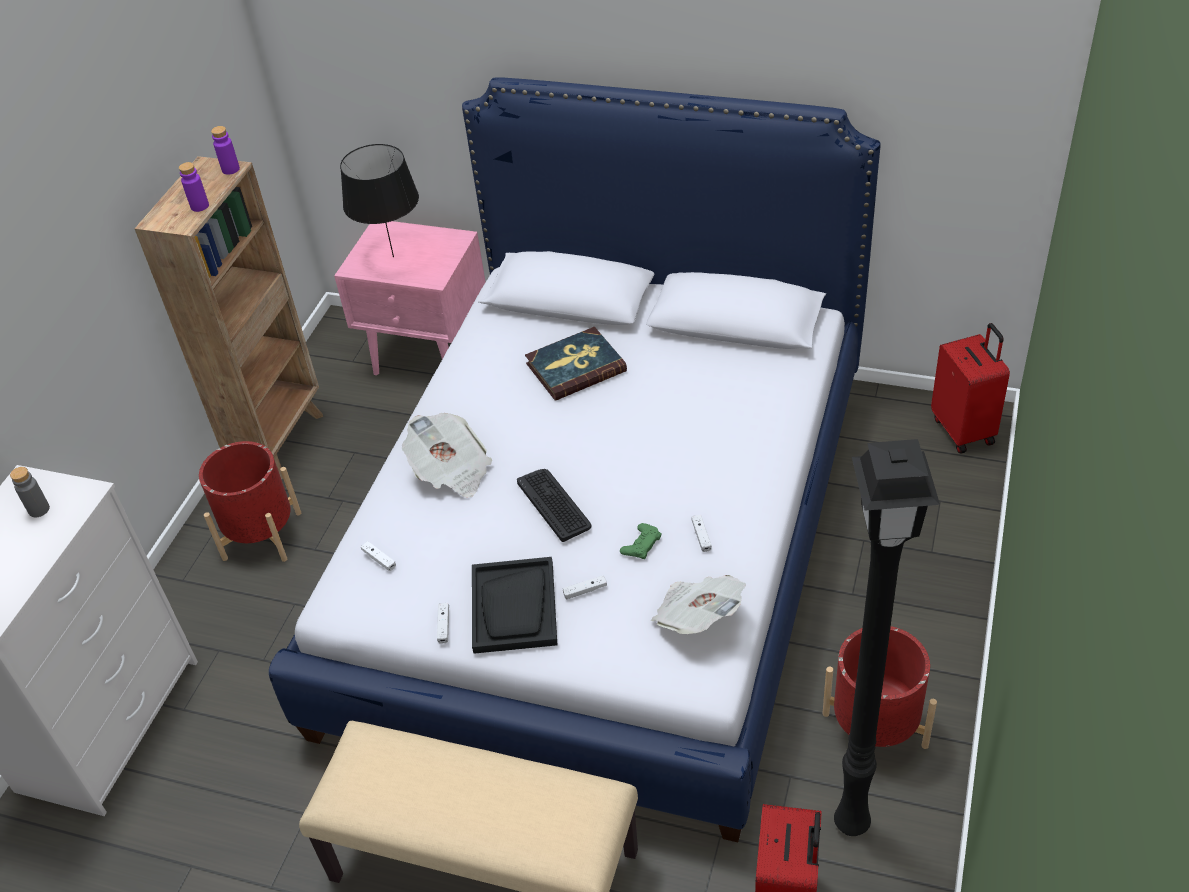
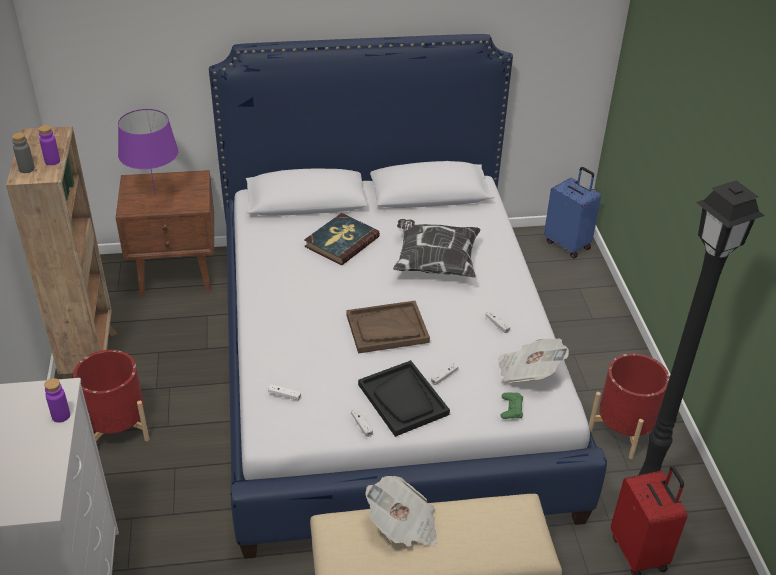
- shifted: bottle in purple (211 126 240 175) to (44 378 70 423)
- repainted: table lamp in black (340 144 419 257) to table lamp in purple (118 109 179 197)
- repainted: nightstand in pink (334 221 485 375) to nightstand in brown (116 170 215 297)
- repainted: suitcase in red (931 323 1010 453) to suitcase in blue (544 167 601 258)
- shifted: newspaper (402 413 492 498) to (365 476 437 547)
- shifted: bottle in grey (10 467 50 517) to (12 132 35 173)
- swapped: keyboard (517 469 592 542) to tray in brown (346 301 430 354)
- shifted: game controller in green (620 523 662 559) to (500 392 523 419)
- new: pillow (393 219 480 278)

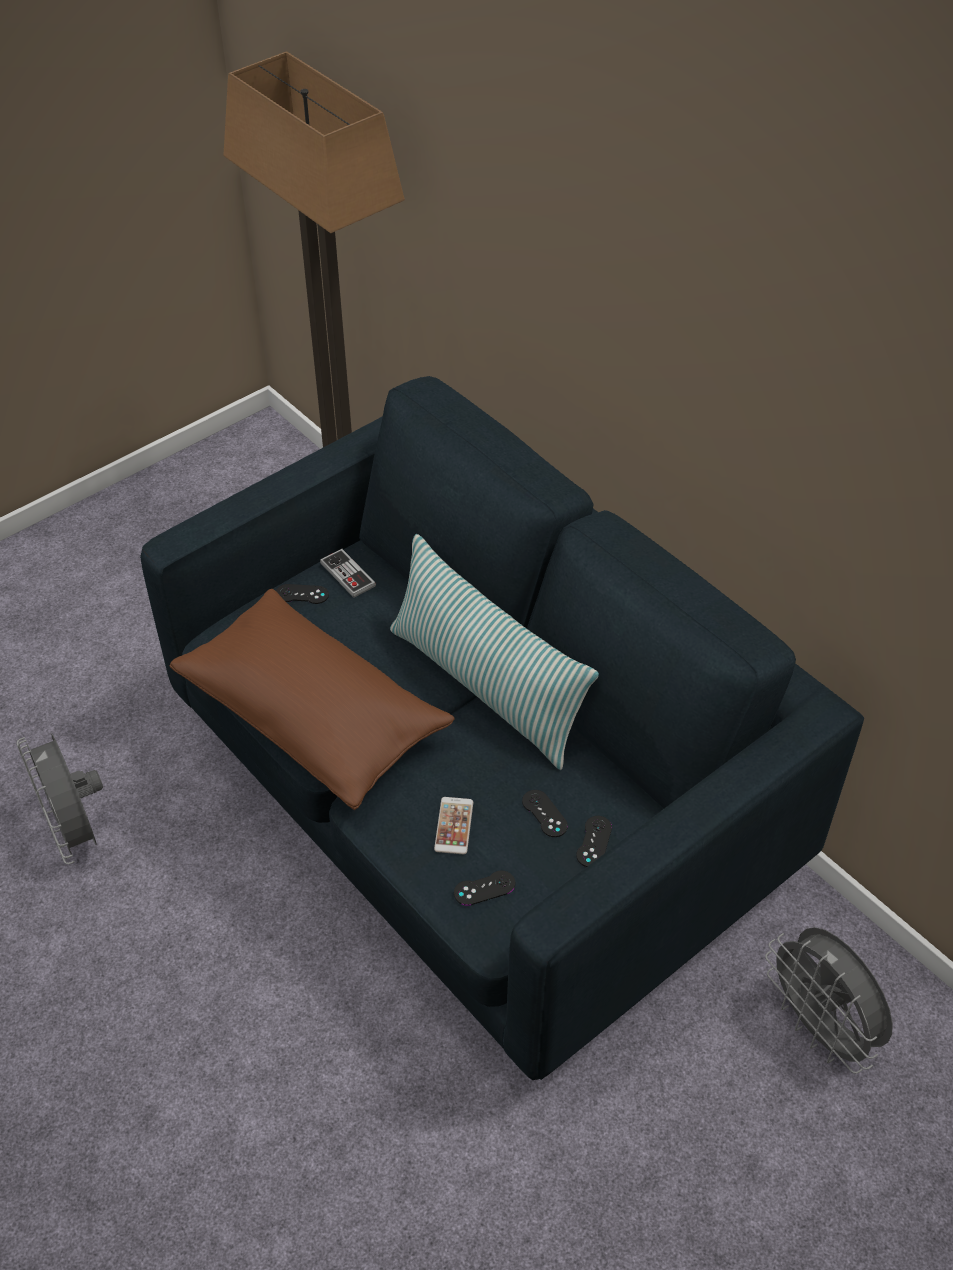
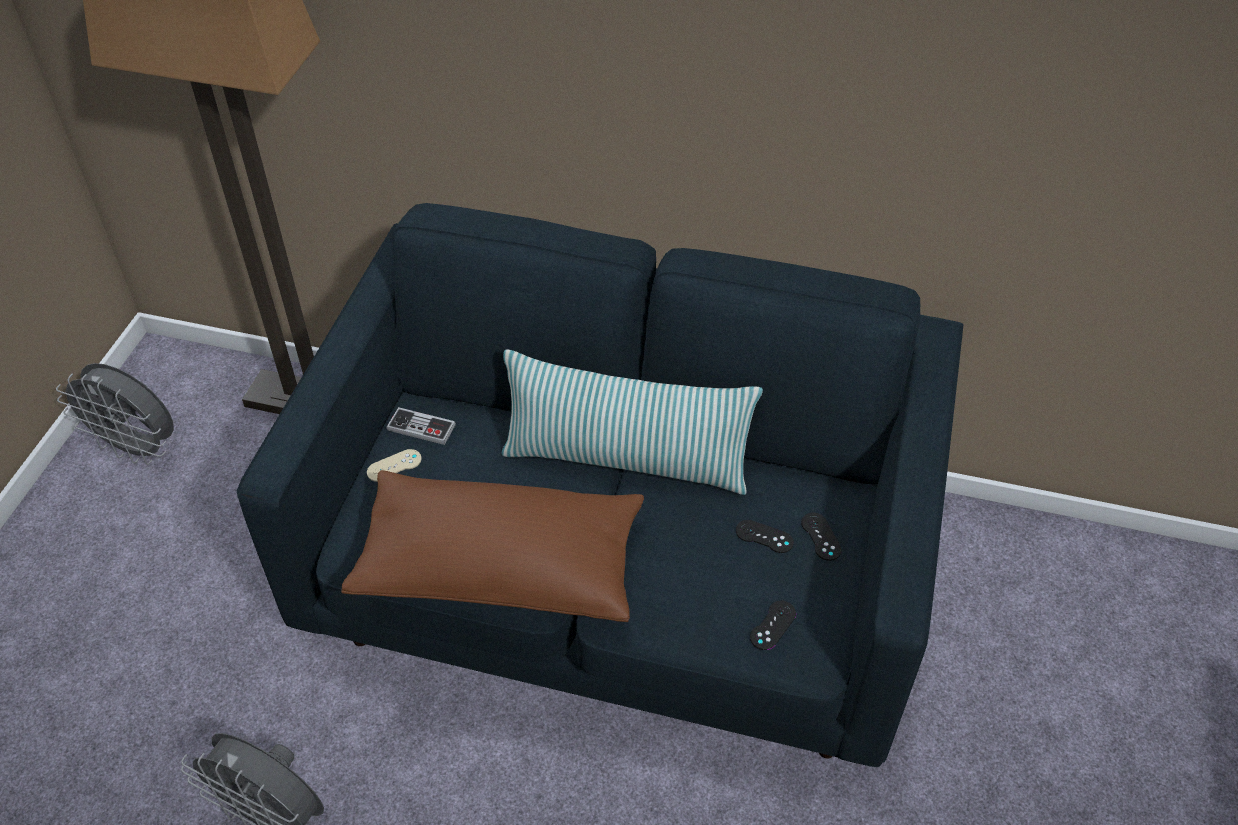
- repainted: game controller in black (276 584 329 604) to game controller in beige (367 449 421 482)
- gone: phone (434 797 473 854)
- shifted: fan in grey (765 927 893 1074) to (56 363 174 465)

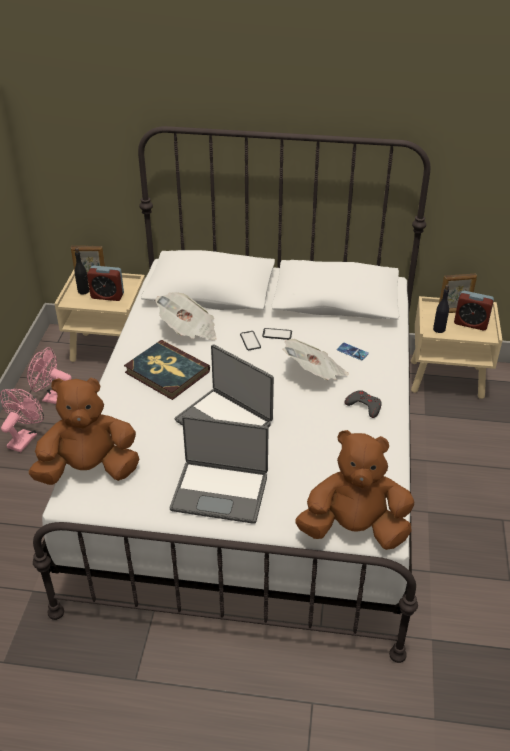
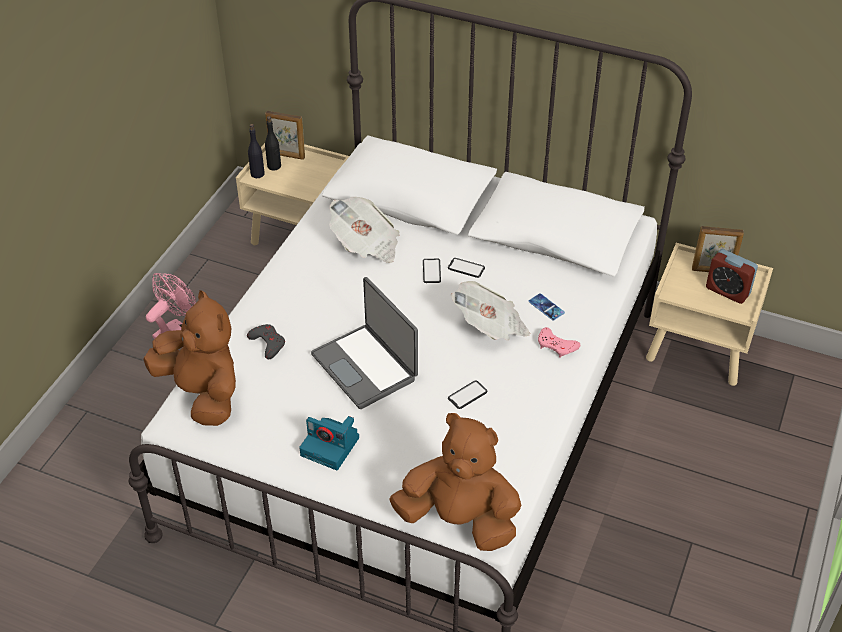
- gone: alarm clock (87 265 124 301)
- shifted: bottle in black (433 285 449 333) to (248 124 265 178)
- gone: book (124 340 210 400)
- gone: fan in pink (27 347 72 404)
- rotated: plush toy in brown (29 378 139 485) = (143 290 236 426) 45 degrees clockwise
- shifted: game controller in grey (344 390 382 418) to (247 324 285 359)
- swapped: laptop (170 415 269 524) to photo camera (299 416 359 470)
- new: game controller in pink (538 327 580 358)
- new: phone (448 381 487 409)

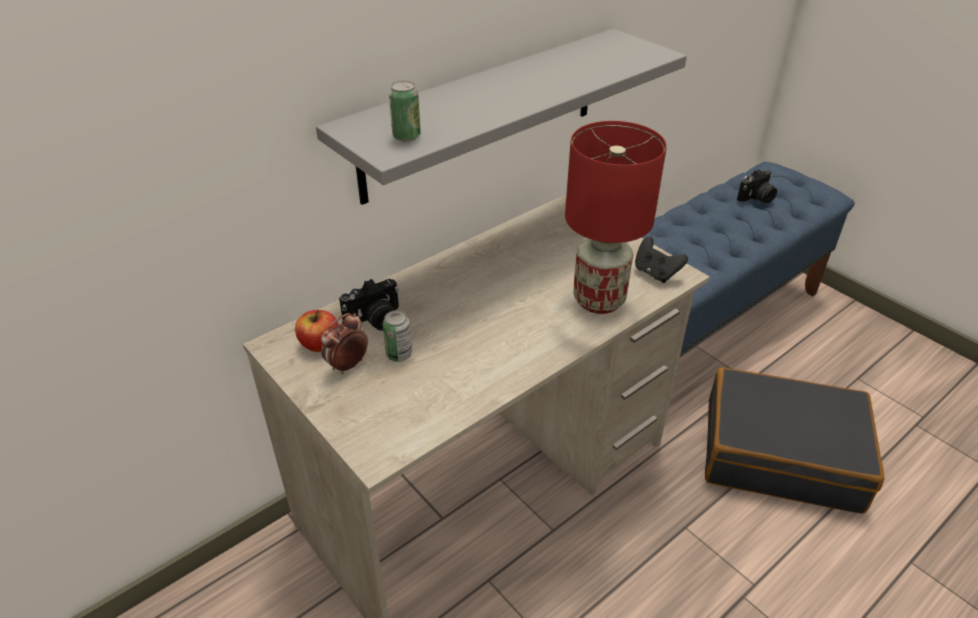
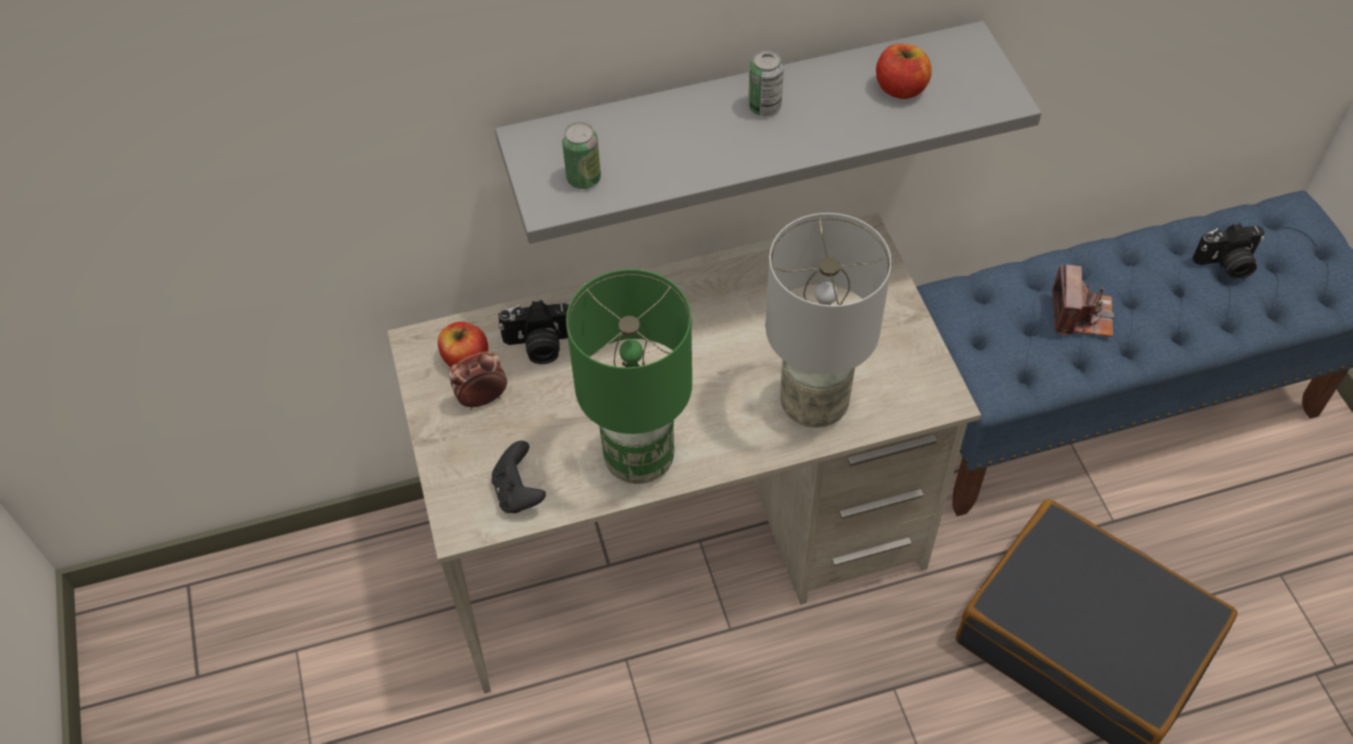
- repainted: table lamp in red (565 121 667 314) to table lamp in grey (765 213 892 428)
- shifted: game controller in black (635 237 688 283) to (492 441 546 513)
- shifted: can (383 310 412 362) to (748 50 784 116)
- new: apple (876 44 932 99)
- new: photo camera (1052 265 1114 337)
- new: table lamp in green (566 269 692 484)

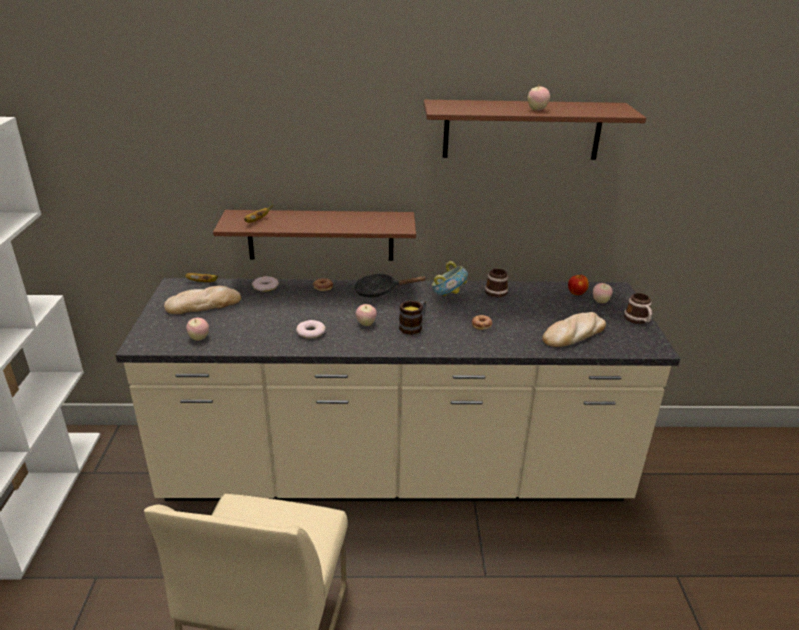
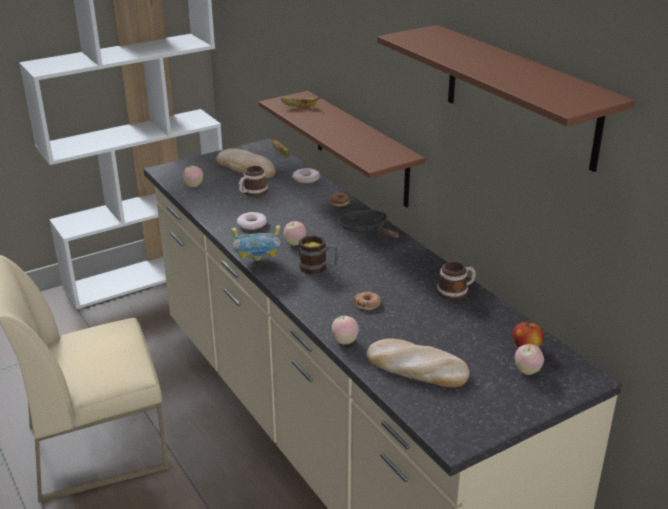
- shifted: apple (528 86 550 110) to (332 316 359 345)
- shifted: bowl (432 261 468 296) to (231 225 281 261)
- shifted: mug (624 293 652 324) to (239 166 268 197)

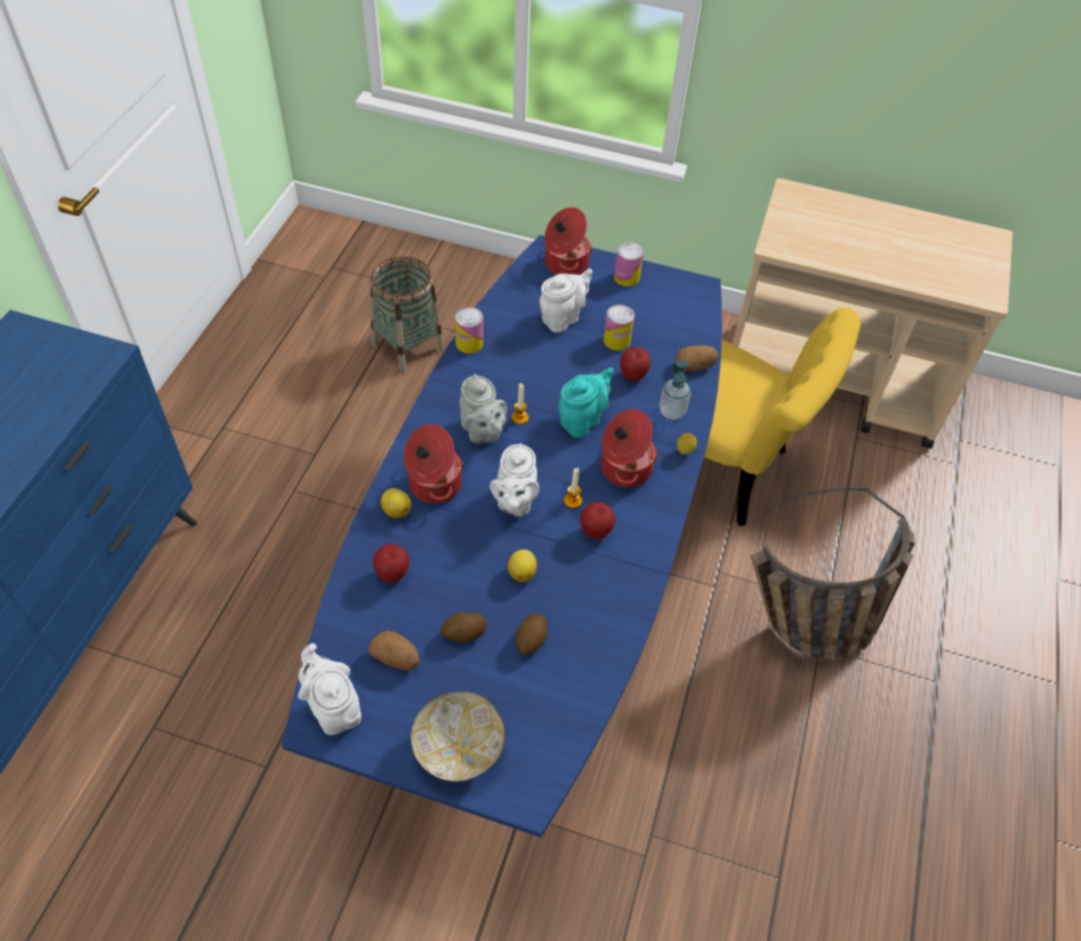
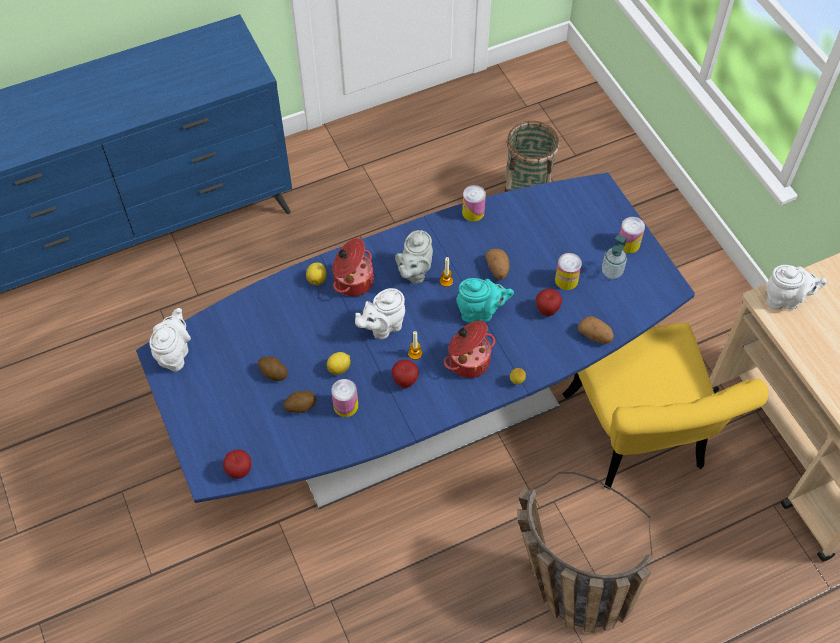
- gone: cooking pot (545 207 592 275)
- shifted: teapot in white (539 269 593 333) to (766 265 827 310)
- shifted: soap dispenser (659 360 691 419) to (602 234 627 279)
- shifted: apple (373 544 409 583) to (223 450 251 479)
- shifted: potato (368 631 420 670) to (485 249 510 279)
- gone: bowl (411 691 505 782)
- new: can (331 379 358 417)

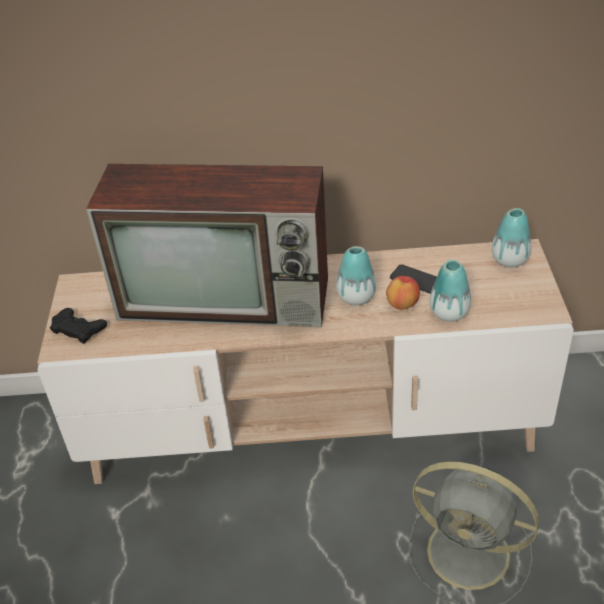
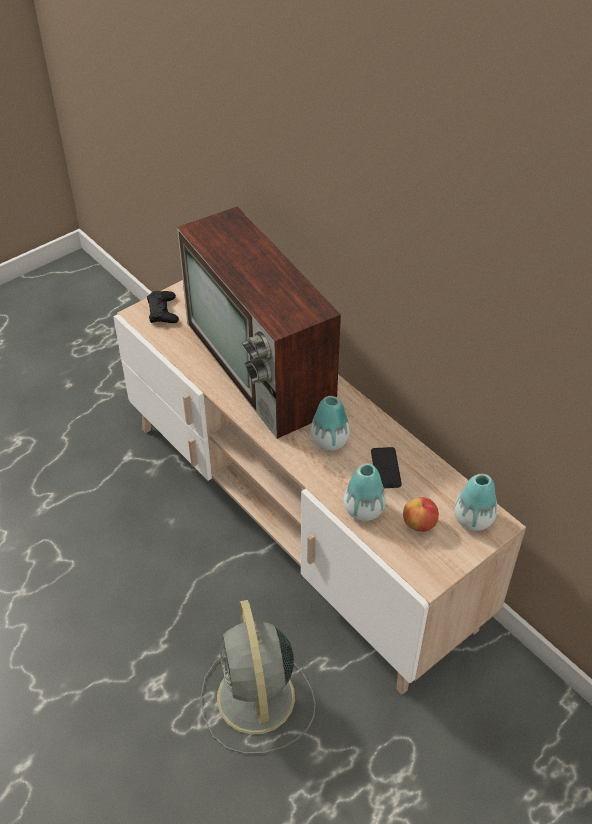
- shifted: apple (386 276 420 310) to (403 497 439 532)

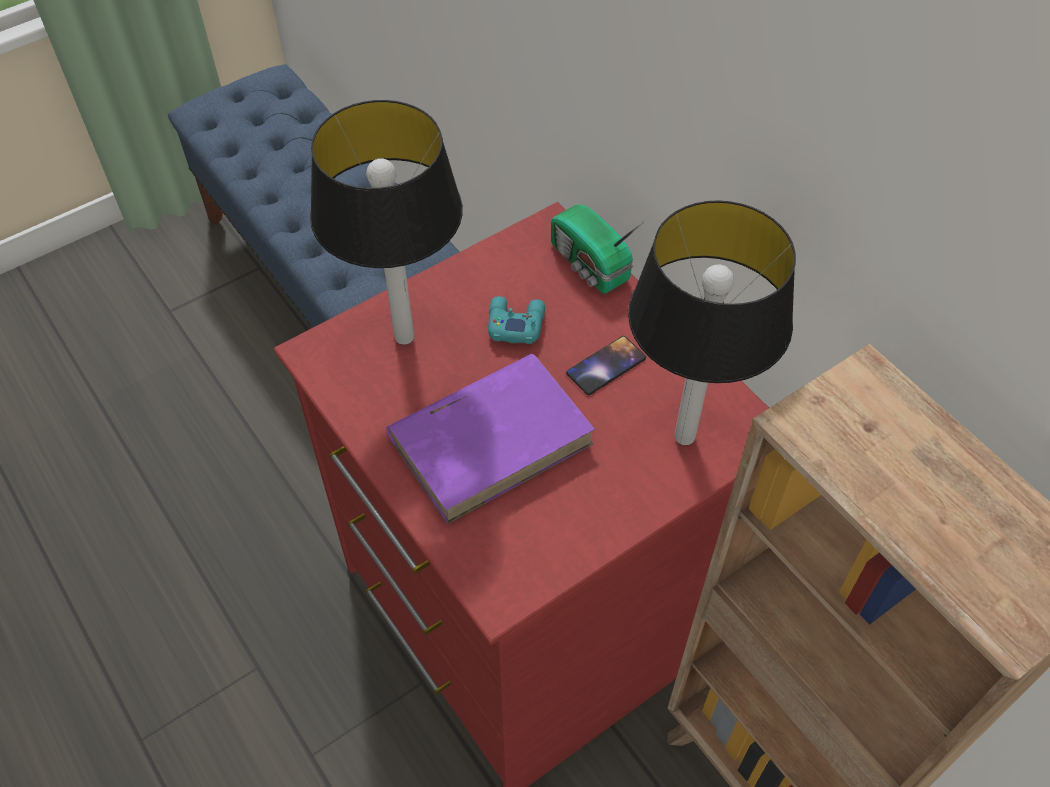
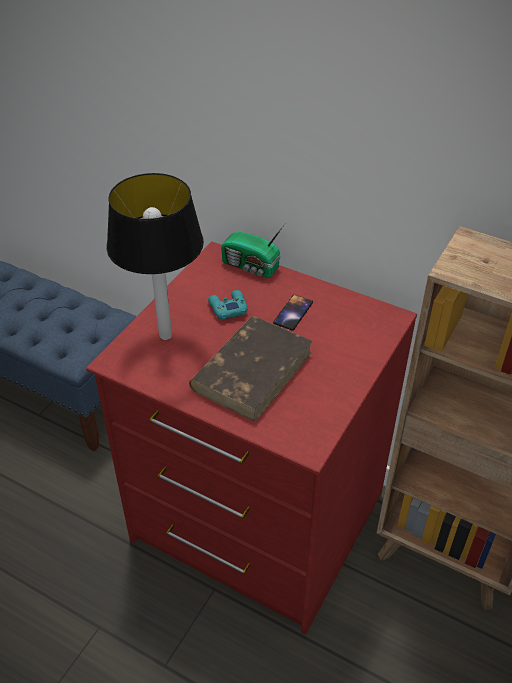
- gone: table lamp (628 200 796 445)
- repainted: book in purple (387 354 595 524) to book in brown (189 316 313 422)

